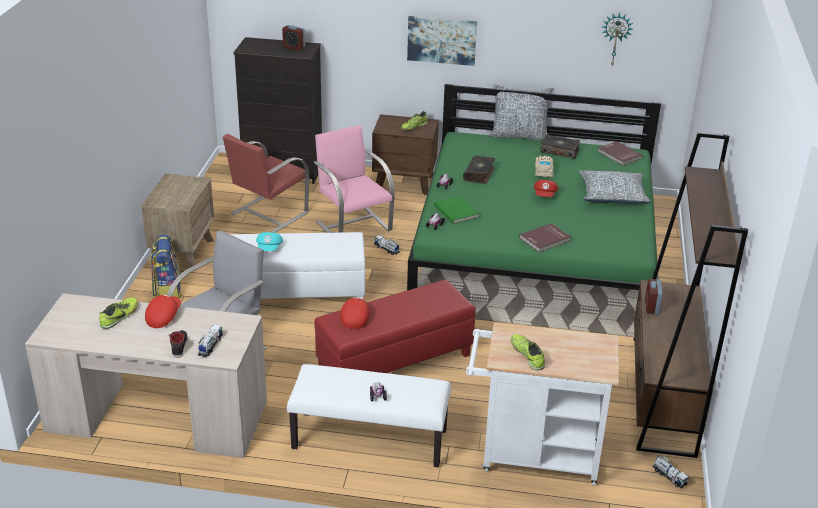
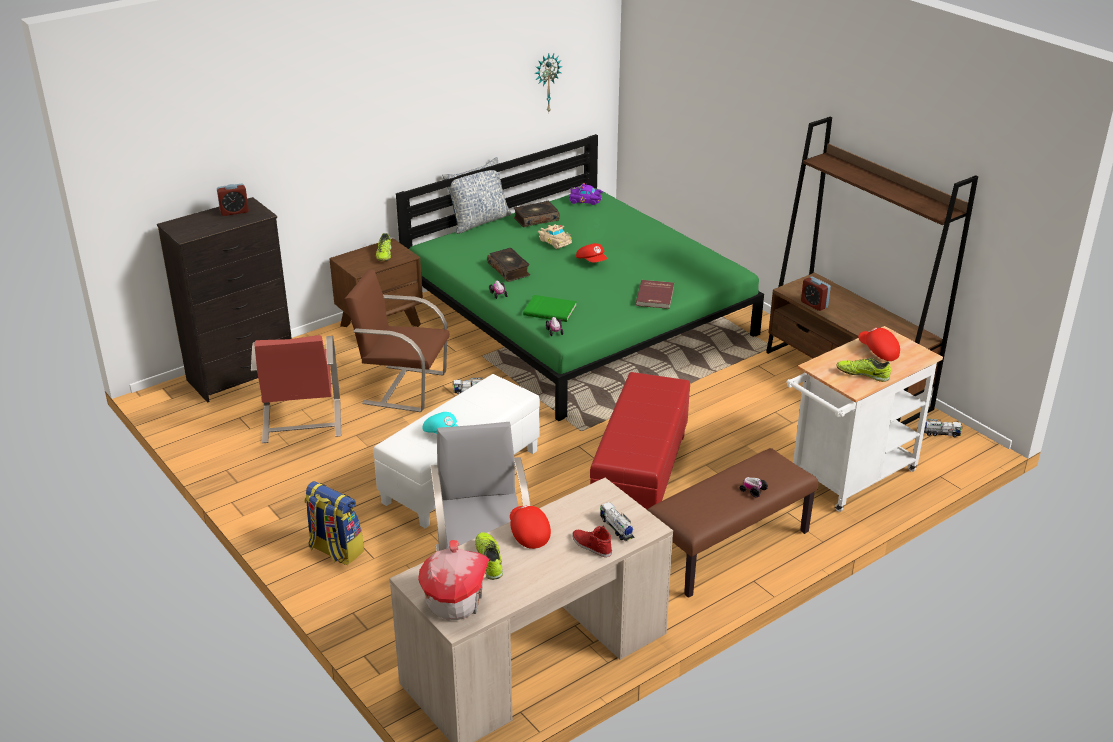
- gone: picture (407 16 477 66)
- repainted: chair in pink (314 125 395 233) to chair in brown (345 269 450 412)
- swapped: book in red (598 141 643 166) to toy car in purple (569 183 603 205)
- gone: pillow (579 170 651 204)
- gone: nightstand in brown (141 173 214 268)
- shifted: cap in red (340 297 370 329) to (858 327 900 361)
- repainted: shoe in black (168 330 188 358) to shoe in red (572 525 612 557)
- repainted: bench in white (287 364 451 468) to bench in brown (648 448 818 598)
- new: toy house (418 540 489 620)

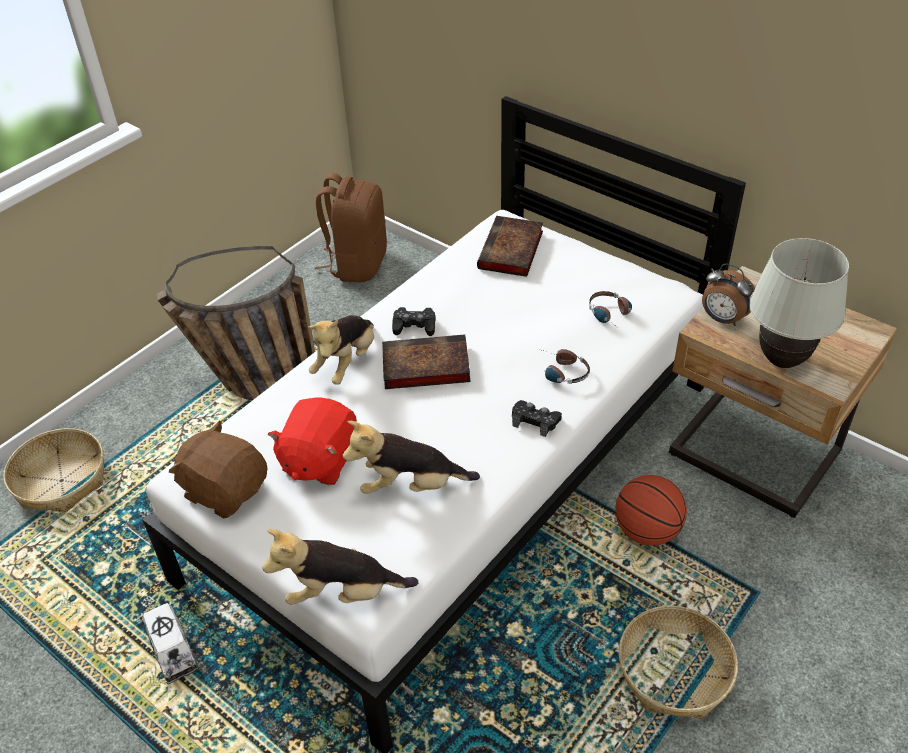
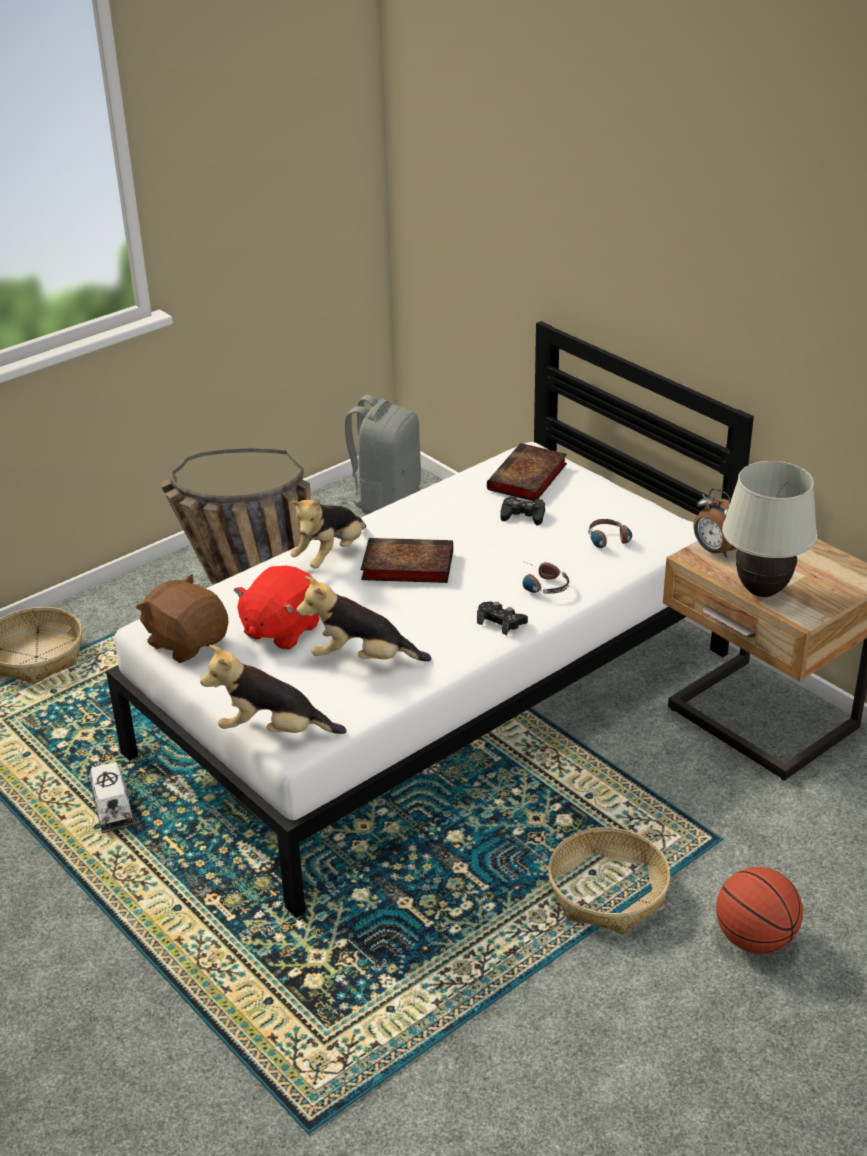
- repainted: backpack in brown (315 173 387 283) to backpack in grey (338 395 421 514)
- shifted: game controller in black (392 307 436 336) to (500 496 545 525)
- shifted: basketball (615 475 687 546) to (716 867 803 954)

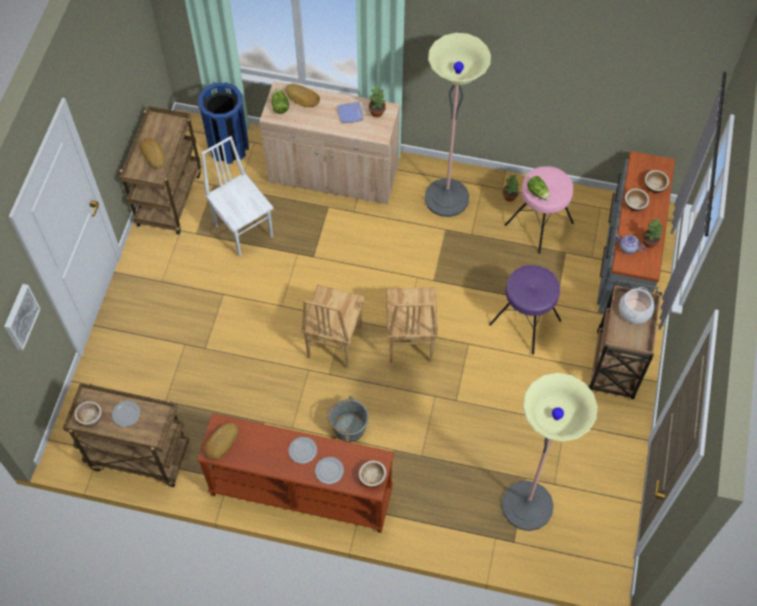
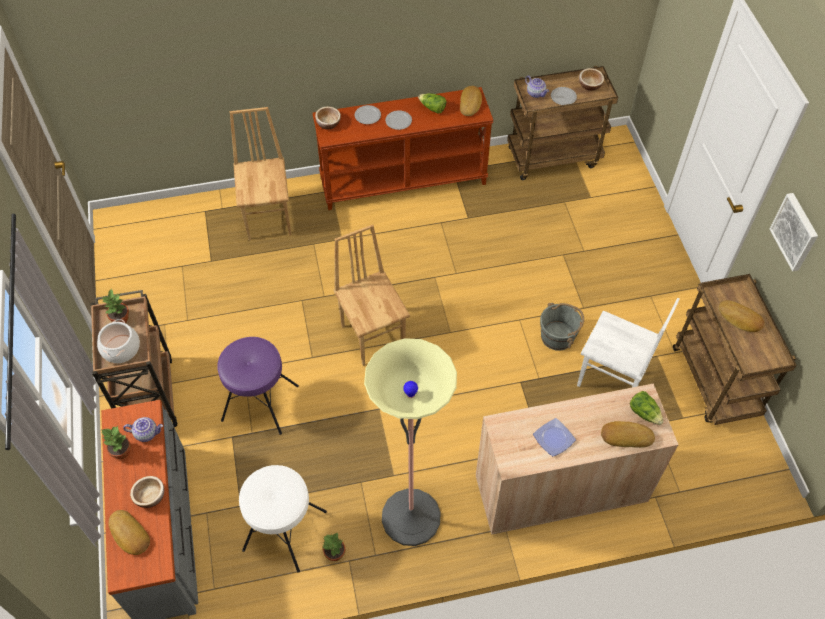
- gone: trash can in blue (198 82 249 164)
- shifted: potted plant (368 85 386 117) to (102 288 129 323)
- repainted: stool in pink (505 166 574 254) to stool in white (239 465 327 573)
- swapped: bowl (644 170 669 193) to bread (109 510 150 555)
- shifted: lettuce (527 176 550 200) to (418 93 446 114)
- shifted: picture (4 284 41 350) to (770 193 818 271)
- shifted: chair in brown (301 285 365 368) to (230 107 291 241)
- gone: floor lamp (502 373 598 531)
- shifted: bucket in grey (327 396 369 442) to (540 303 584 351)
- new: teapot (525 76 549 98)

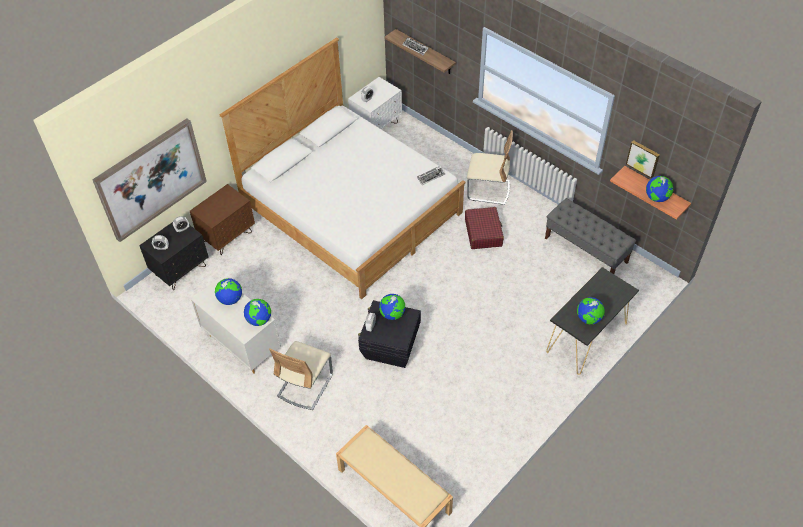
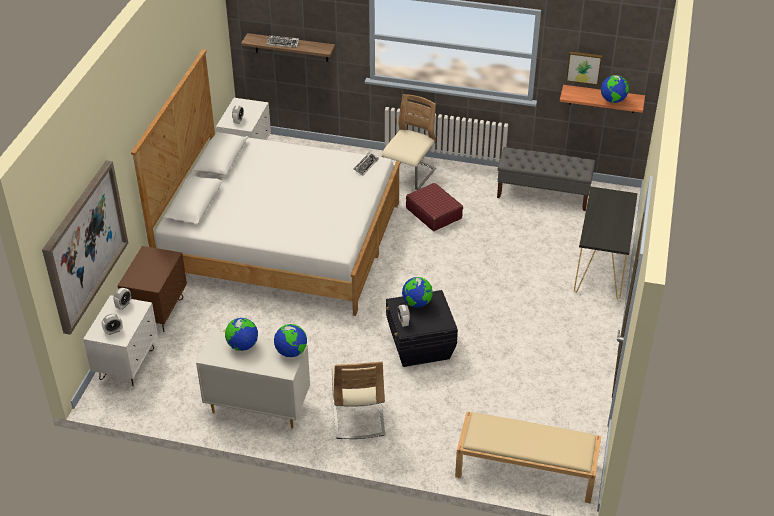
- rotated: chair in beige (467 130 513 205) = (382 94 436 190) 45 degrees counterclockwise
- repainted: nightstand in black (139 222 209 290) to nightstand in white (83 295 158 386)
- gone: globe (577 297 605 325)

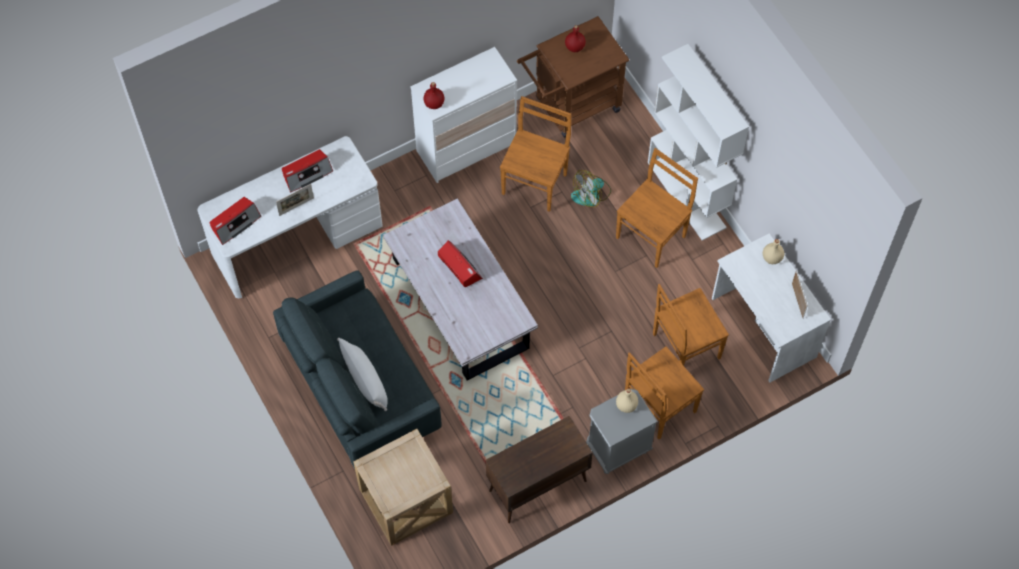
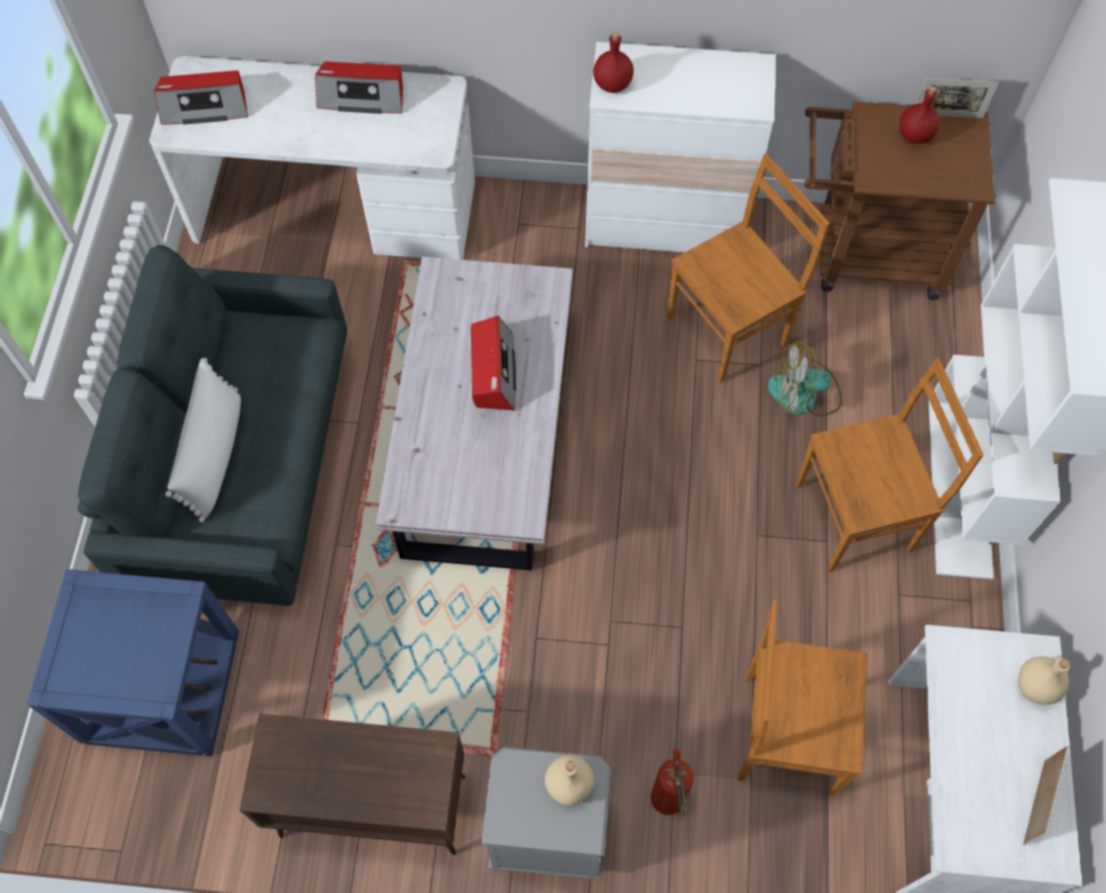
- shifted: picture frame (276 184 314 216) to (916 78 999 118)
- swapped: chair in brown (625 347 704 439) to fire extinguisher (651 749 694 816)
- repainted: side table in beige (353 429 453 546) to side table in blue (27 569 239 756)

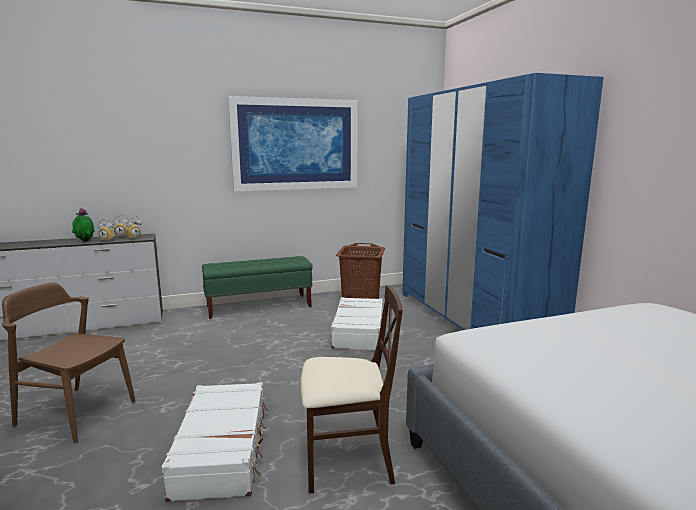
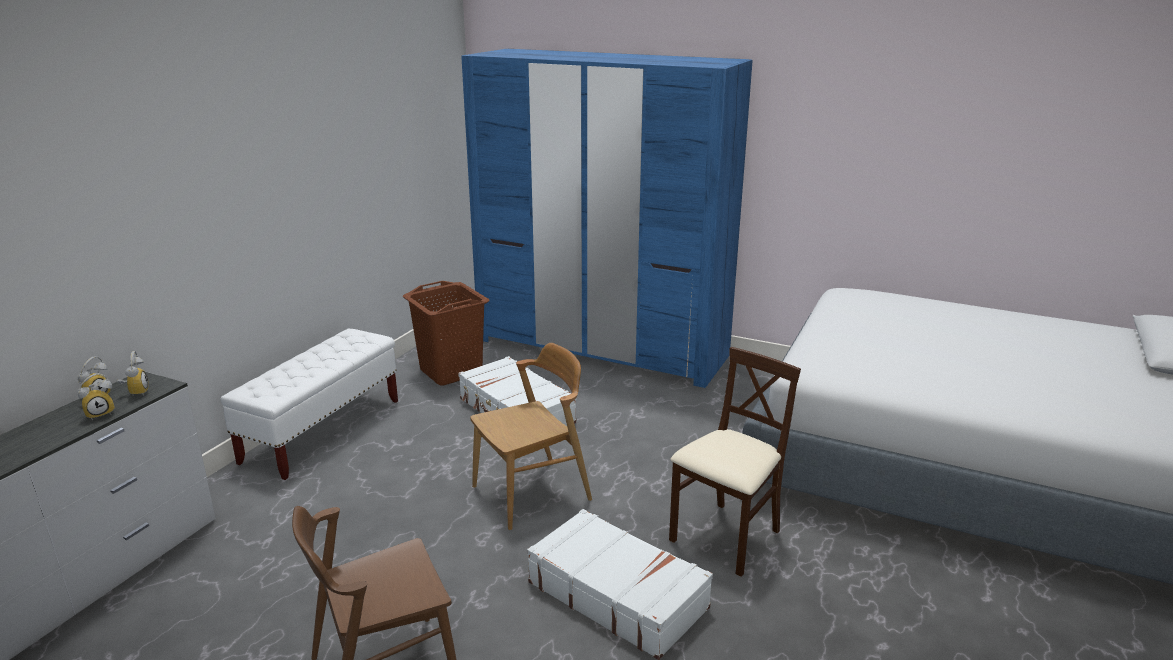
- gone: picture (228 96 358 192)
- gone: potted plant (72 208 95 242)
- repainted: bench in green (202 256 313 319) to bench in white (221 329 398 480)
- new: chair in brown (470 343 592 530)

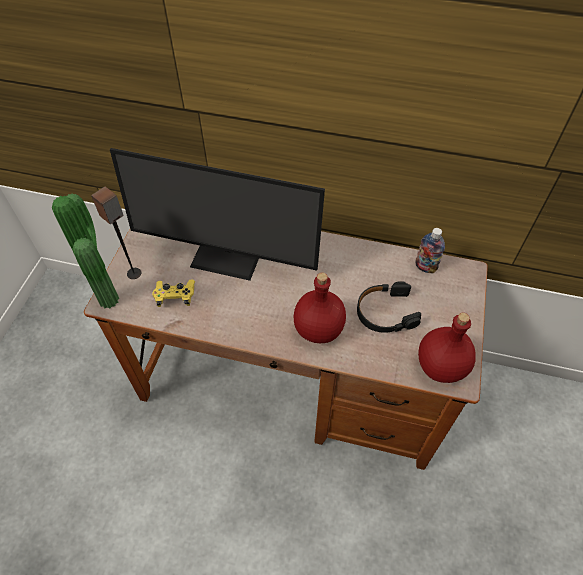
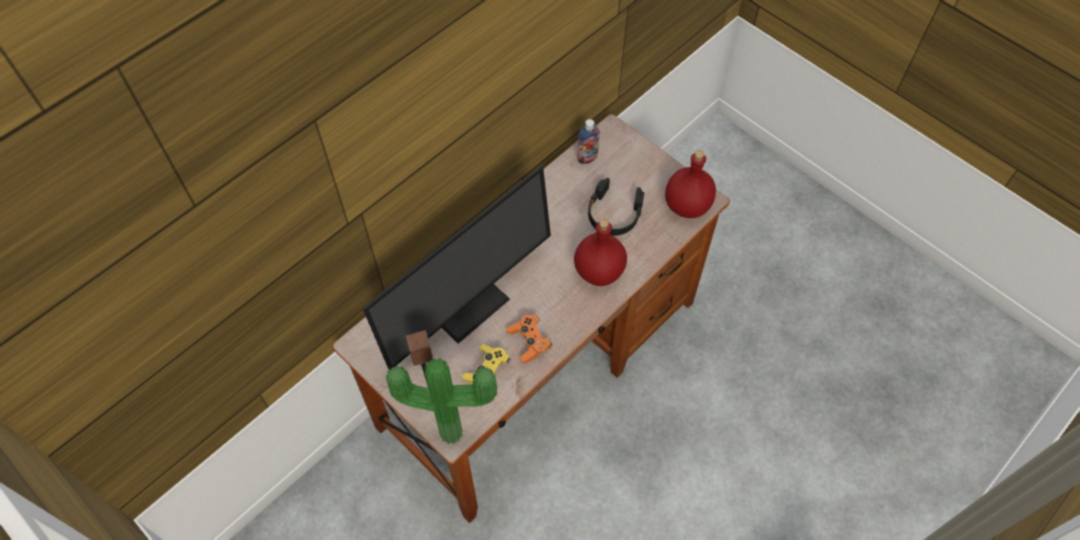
- new: game controller in orange (506 315 552 363)

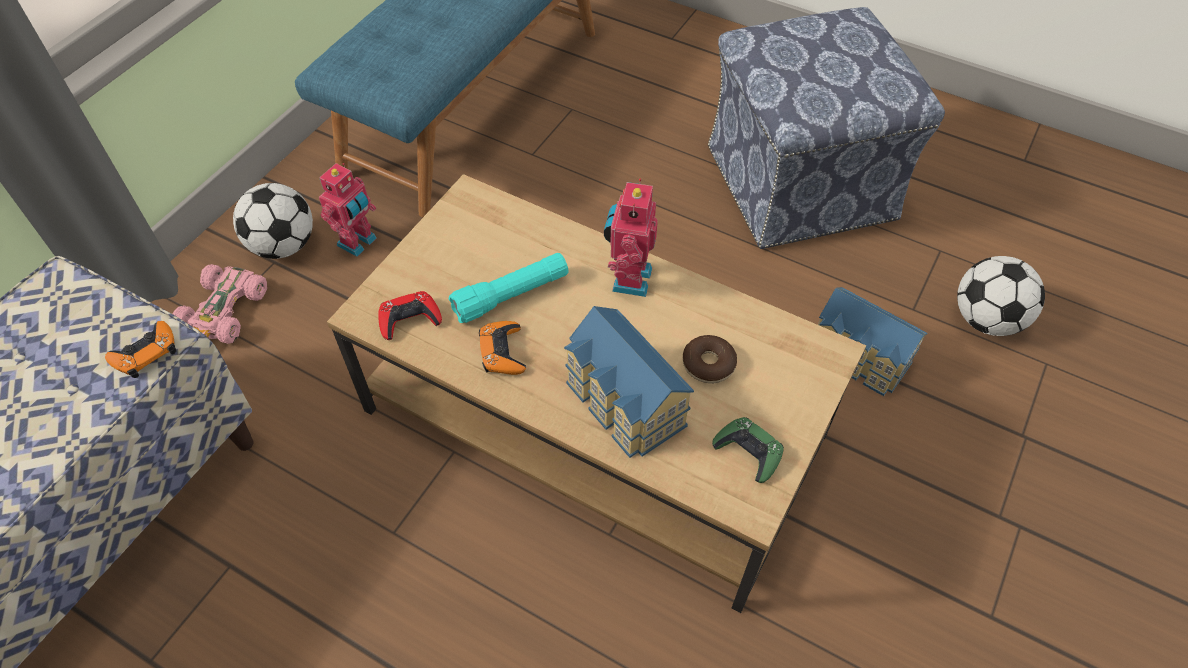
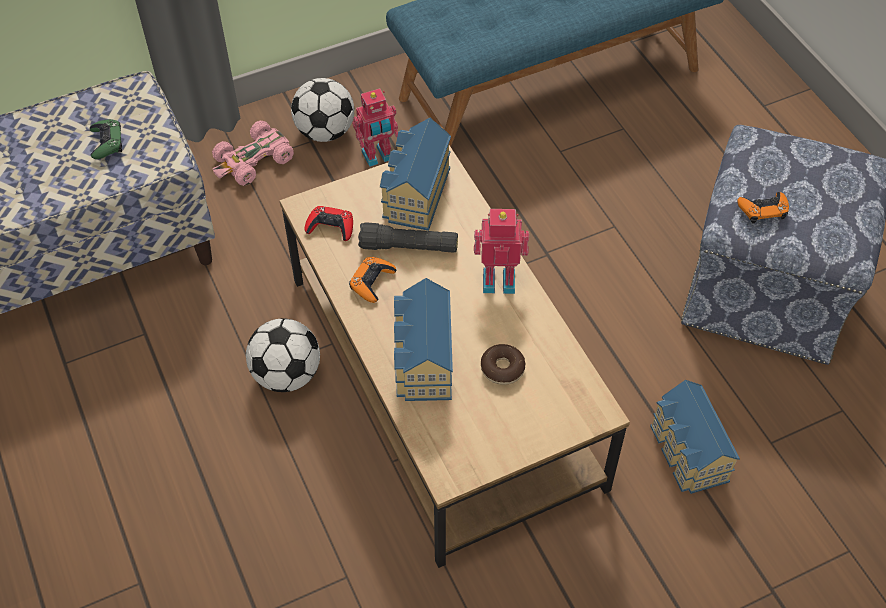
- rotated: toy robot (604 178 658 297) = (474 209 529 294) 45 degrees clockwise
- repainted: flashlight in turquoise (449 253 569 323) to flashlight in black (358 222 458 253)
- shifted: football (957 256 1045 336) to (246 319 320 392)
- shifted: game controller in orange (105 321 176 378) to (737 192 789 223)
- shifted: game controller in green (712 417 784 483) to (90 119 122 159)
- new: toy house (380 118 451 231)

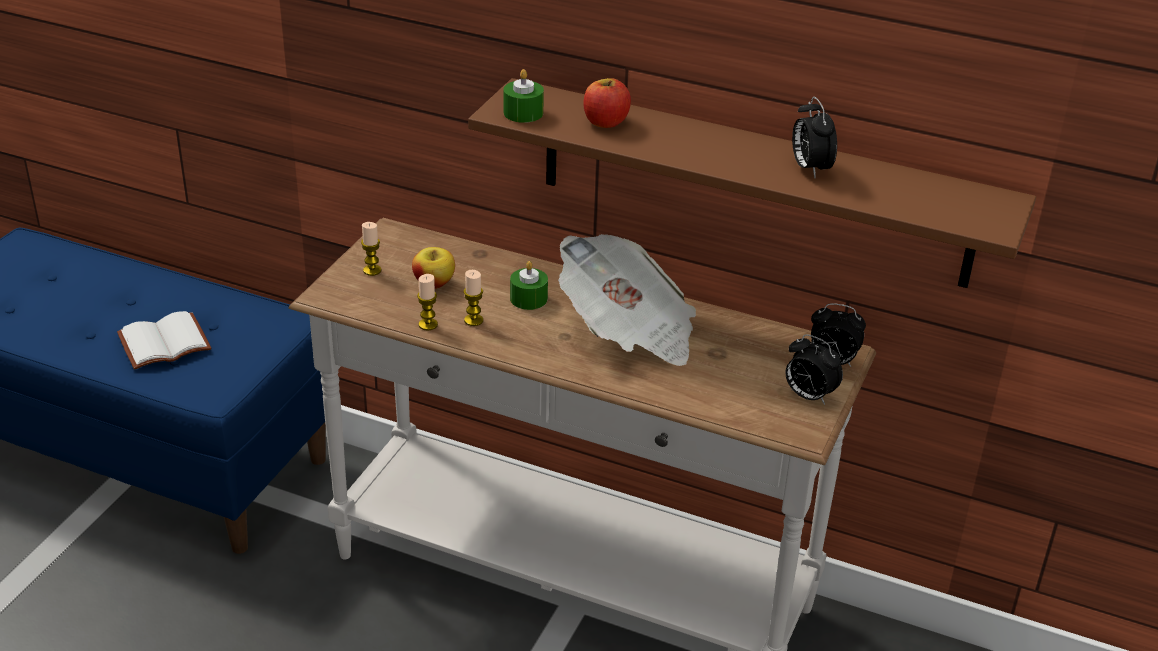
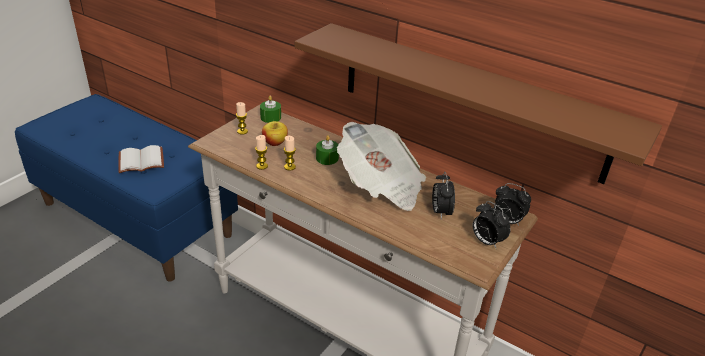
- shifted: candle in green (504 69 544 123) to (260 96 281 123)
- gone: apple (583 78 631 128)
- shifted: alarm clock (792 97 837 178) to (432 172 455 220)

